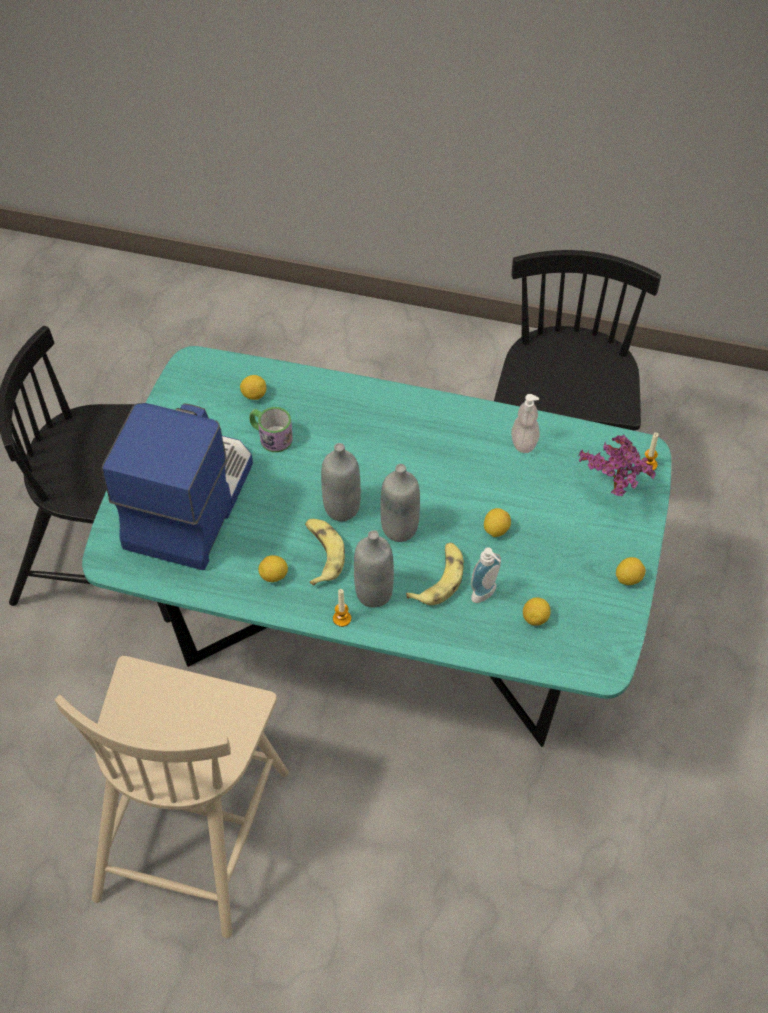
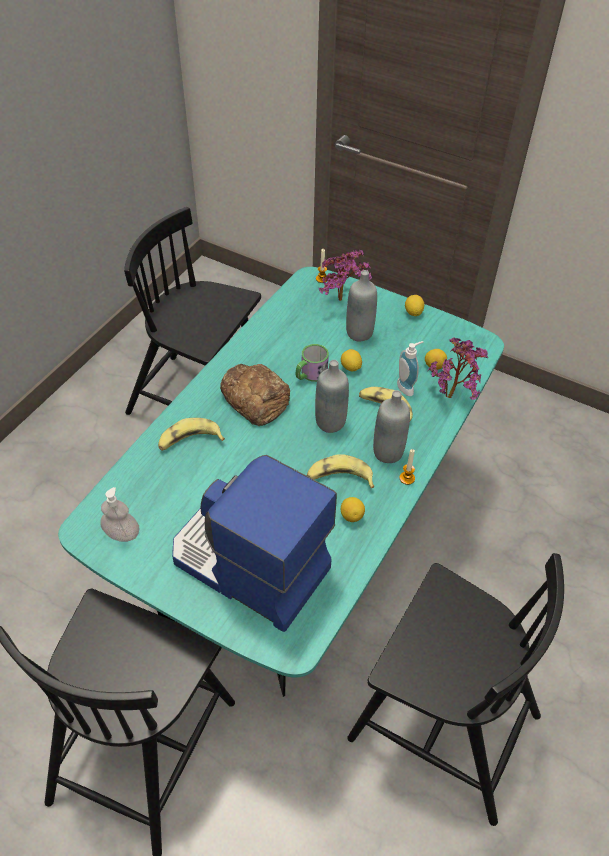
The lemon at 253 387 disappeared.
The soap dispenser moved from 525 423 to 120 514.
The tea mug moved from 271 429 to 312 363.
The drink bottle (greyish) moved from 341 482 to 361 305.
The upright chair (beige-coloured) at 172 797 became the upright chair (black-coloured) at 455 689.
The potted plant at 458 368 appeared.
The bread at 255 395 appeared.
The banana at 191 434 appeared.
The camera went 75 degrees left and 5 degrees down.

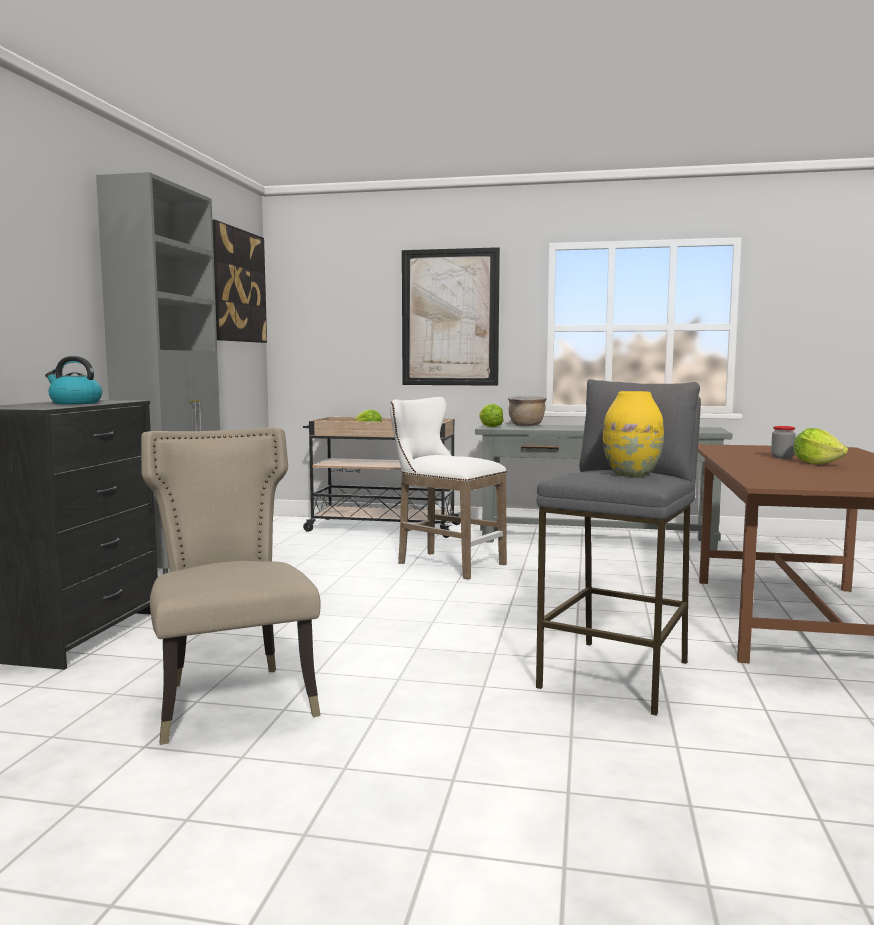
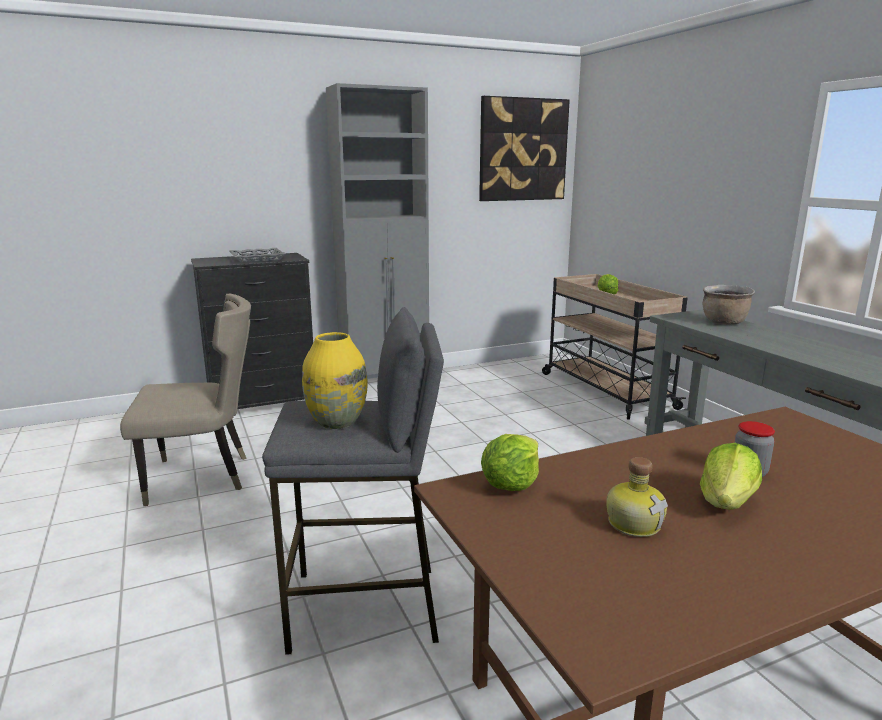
The wall picture at 451 316 disappeared.
The tea kettle at 74 380 was replaced by the tray (greyish) at 257 255.
The stool (white) at 448 488 disappeared.
The lettuce moved from 491 415 to 510 462.
The upright chair (beige-coloured) at 231 586 turned 45 degrees clockwise.
The drink bottle at 637 497 appeared.
The camera went 55 degrees right and 10 degrees up.

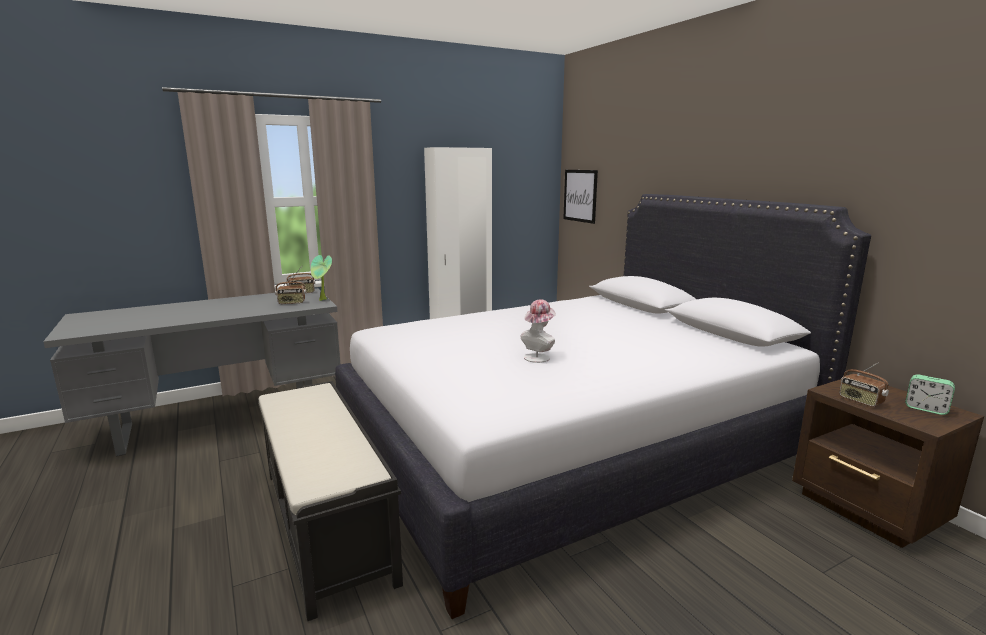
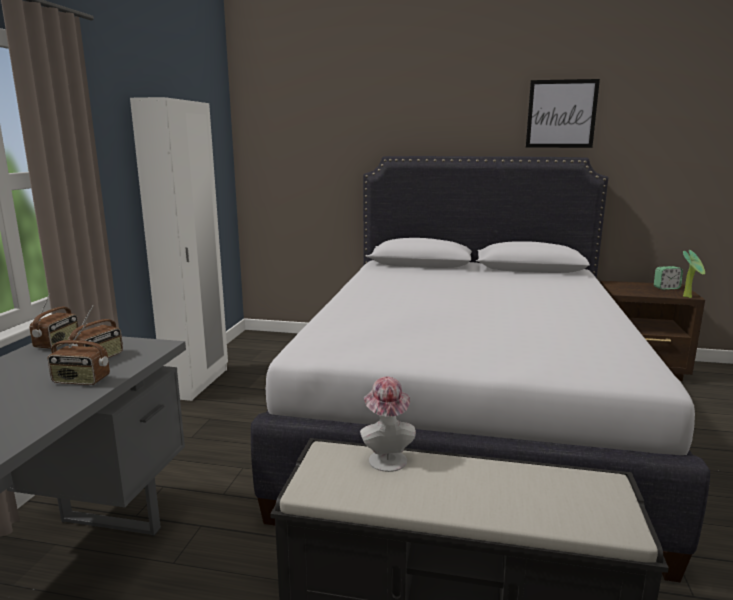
The wall picture moved from 580 197 to 563 113.
The potted plant moved from 321 278 to 694 274.
The clothing hat moved from 538 331 to 388 424.
The radio moved from 864 384 to 79 354.
The camera went 50 degrees left and 0 degrees up.

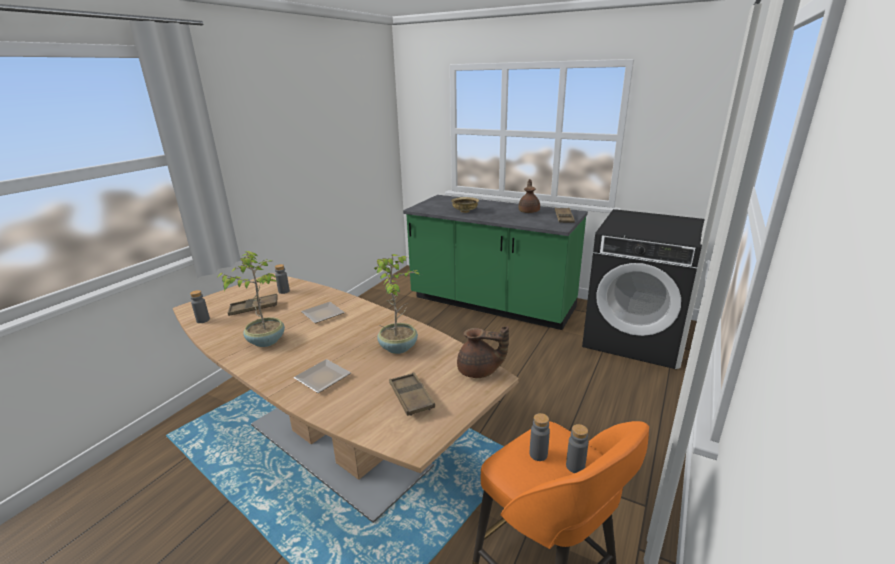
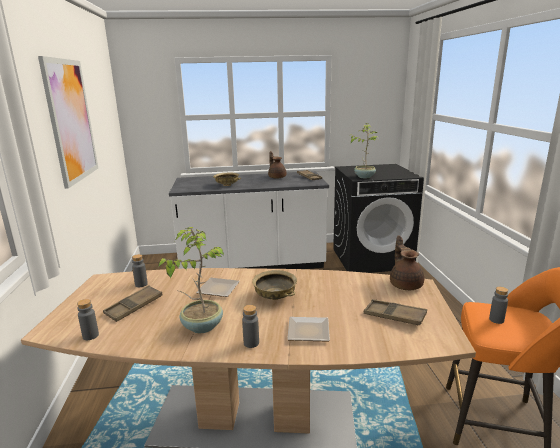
The kitchen counter (green-coloured) at 495 262 became the kitchen counter (white) at 249 220.
The potted plant moved from 396 304 to 363 150.
The teapot (brown-coloured) at 483 352 turned 75 degrees counterclockwise.
The drink bottle (greyish) moved from 577 448 to 250 326.
The wall picture at 68 122 appeared.
The serving bowl (beige-coloured) at 274 285 appeared.
The camera went 35 degrees left and 5 degrees down.

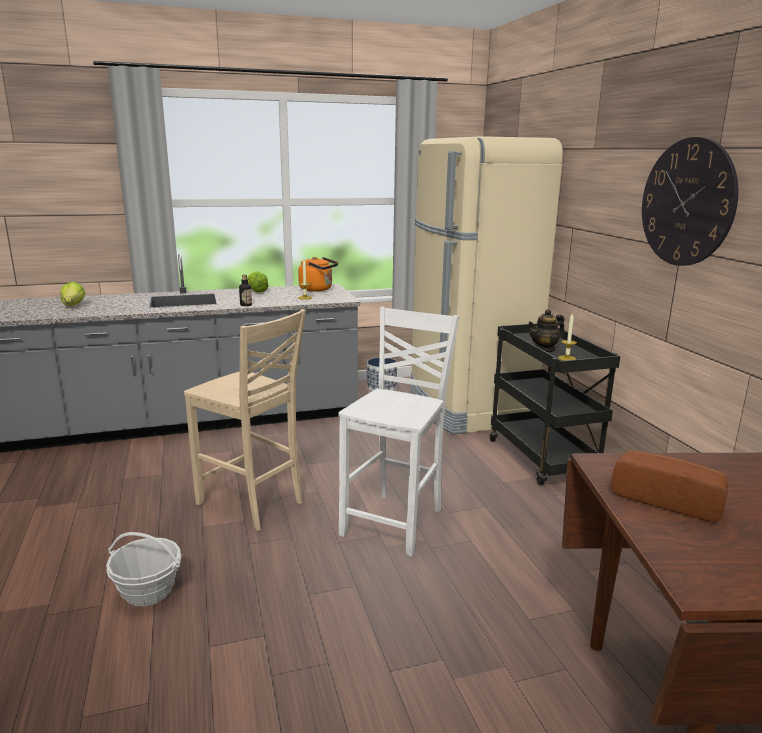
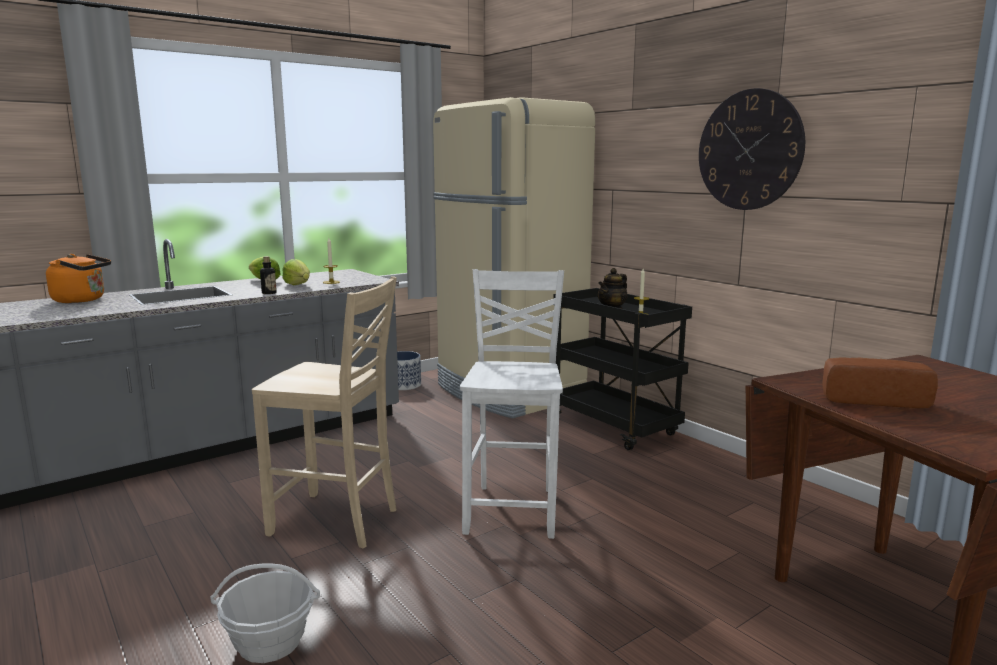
The tea kettle (orange) moved from 318 274 to 78 278.
The lettuce moved from 73 294 to 296 272.
The camera went 20 degrees left and 5 degrees down.

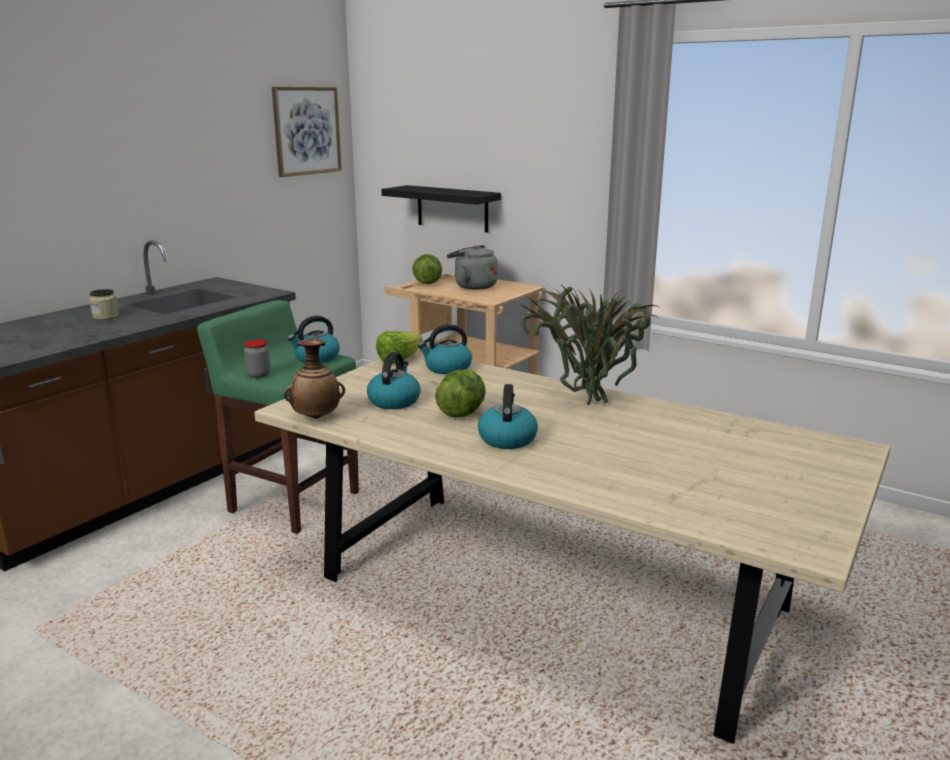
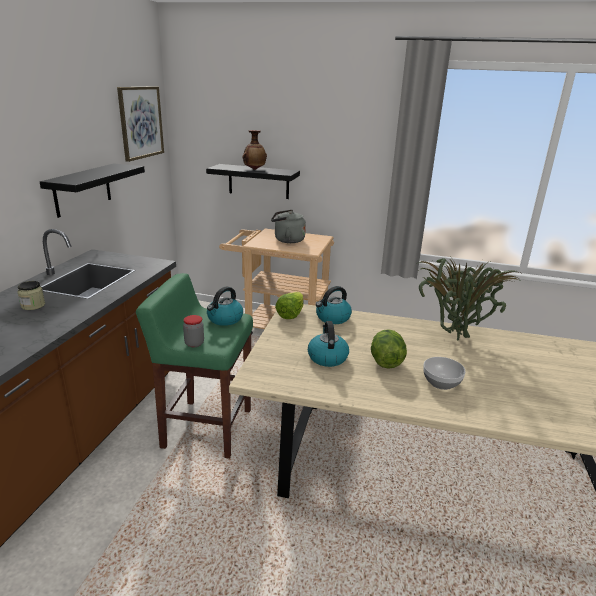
The lettuce at 427 269 disappeared.
The vase moved from 314 378 to 254 150.
The tea kettle at 508 416 was replaced by the serving bowl at 444 373.
The wall shelf (black-coloured) at 92 191 appeared.
The camera went 20 degrees left and 5 degrees up.

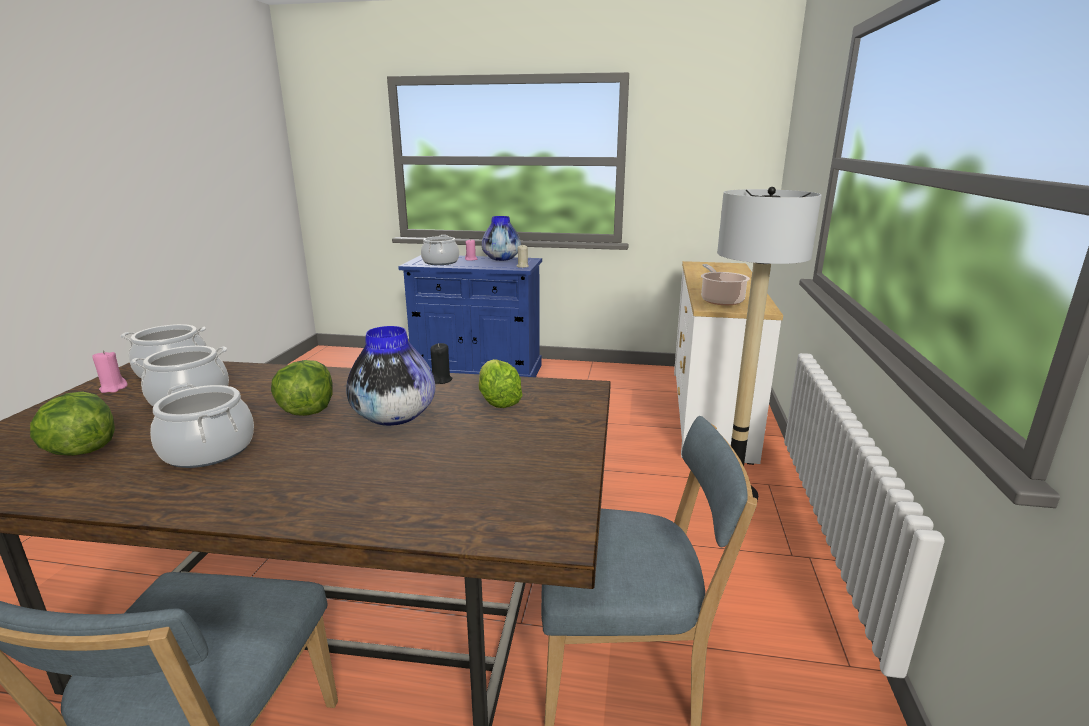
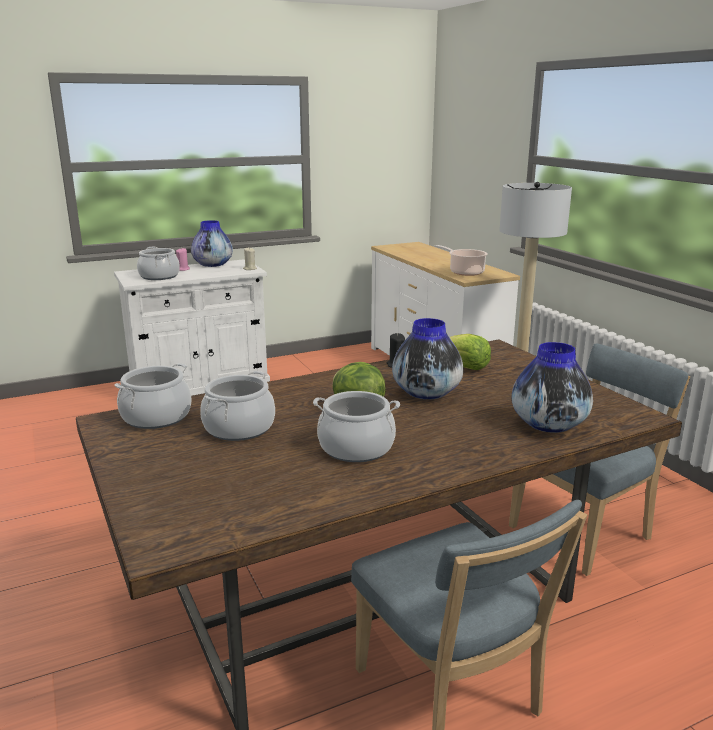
The storage cabinet (bluish) at 470 316 became the storage cabinet (white) at 192 327.
The candle (pink) at 110 371 disappeared.
The lettuce at 72 423 disappeared.
The vase at 552 387 appeared.
The camera went 35 degrees left and 0 degrees up.

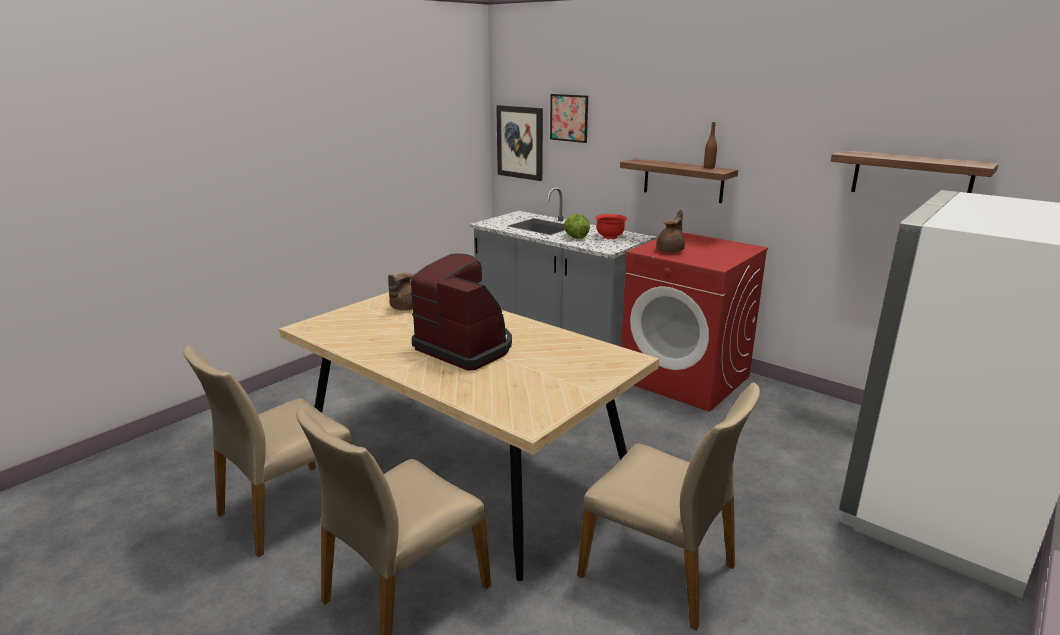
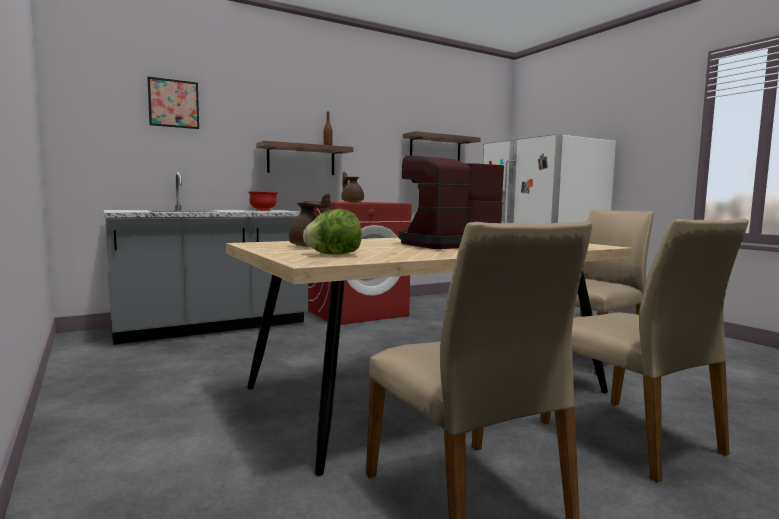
The wall picture at 519 143 disappeared.
The lettuce moved from 577 226 to 332 232.
The camera went 70 degrees left and 15 degrees down.

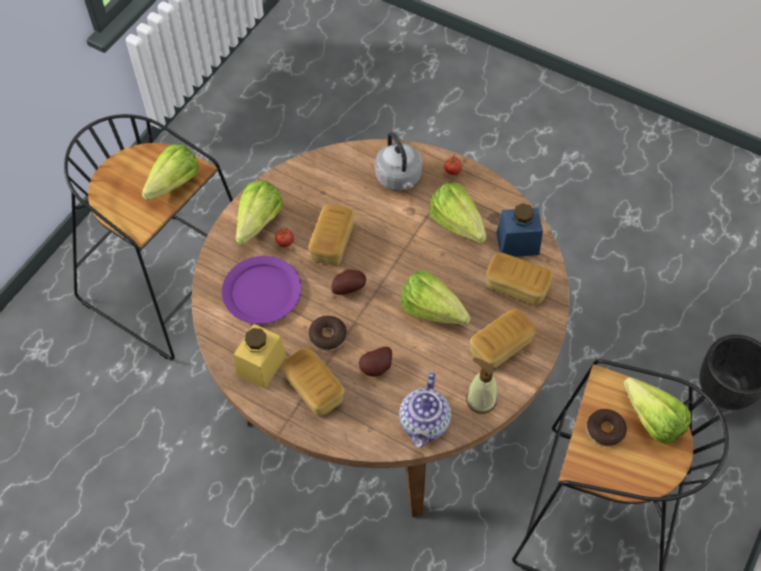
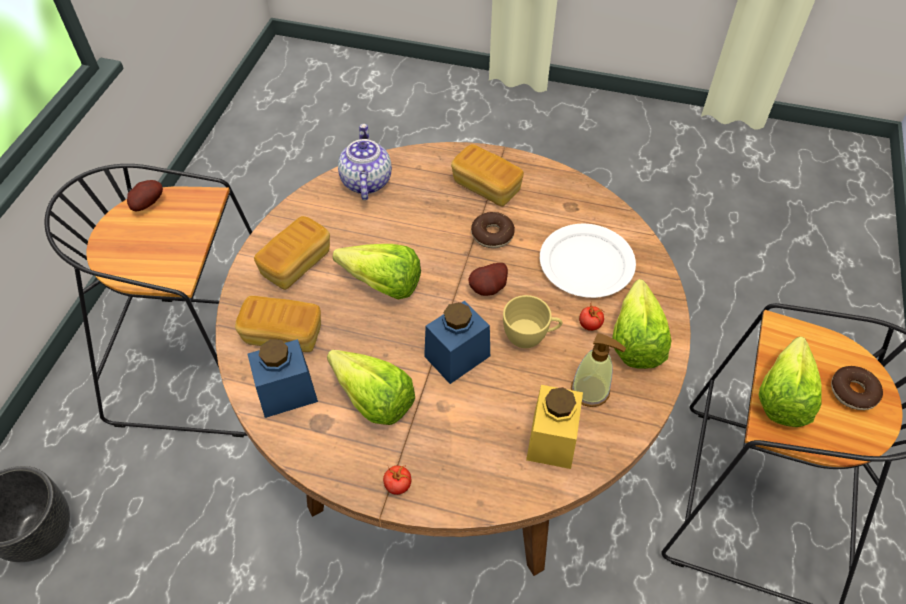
The tea kettle (greyish) at 398 161 disappeared.
The bread at 332 235 was replaced by the drinking cup (yellow-coloured) at 533 321.
The plate (purplish) at 262 290 became the plate (white) at 588 261.
The preserve jar (yellow-coloured) moved from 260 356 to 554 427.
The spud moved from 375 361 to 145 195.
The soap dispenser moved from 481 385 to 598 370.
The lettuce at 657 410 disappeared.
The donut moved from 606 428 to 857 388.
The preserve jar (bluish) at 457 342 appeared.
The camera went 165 degrees right and 5 degrees down.

